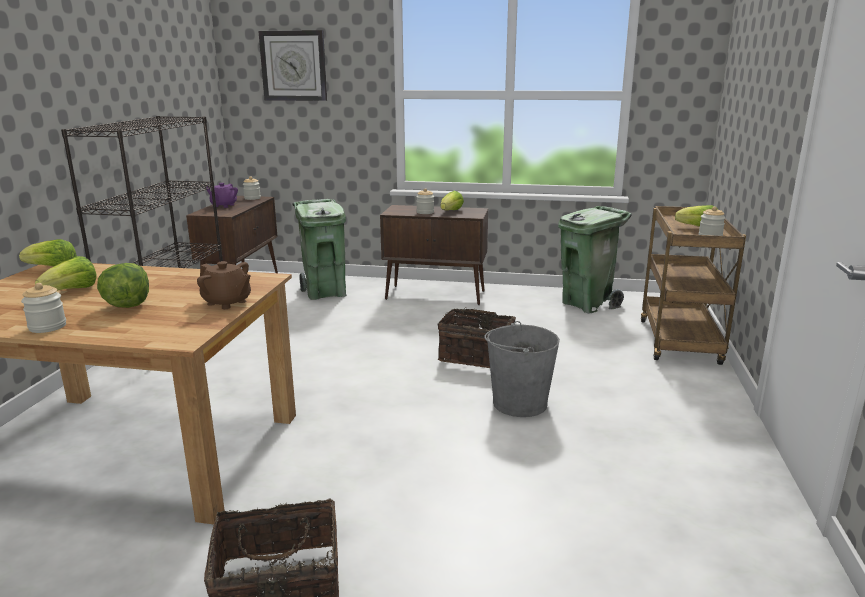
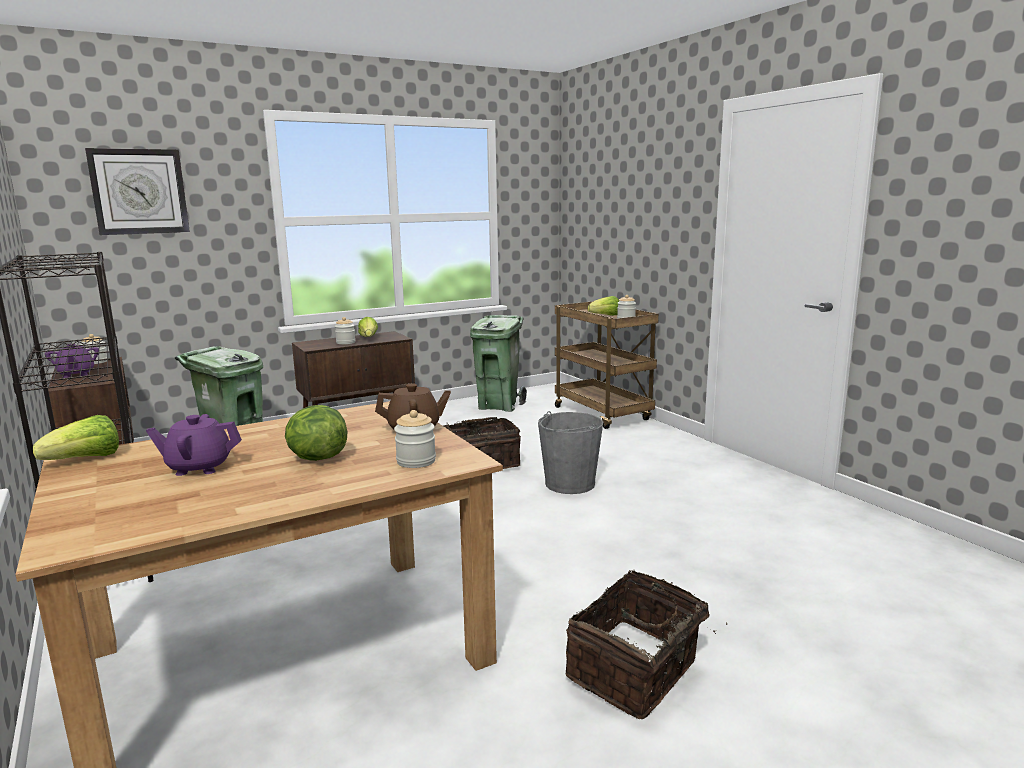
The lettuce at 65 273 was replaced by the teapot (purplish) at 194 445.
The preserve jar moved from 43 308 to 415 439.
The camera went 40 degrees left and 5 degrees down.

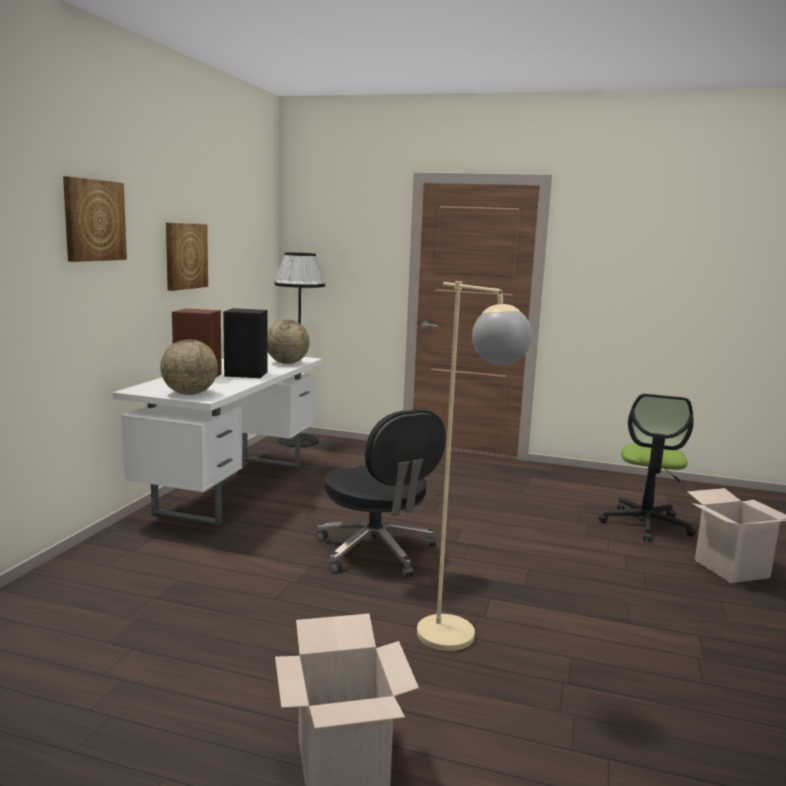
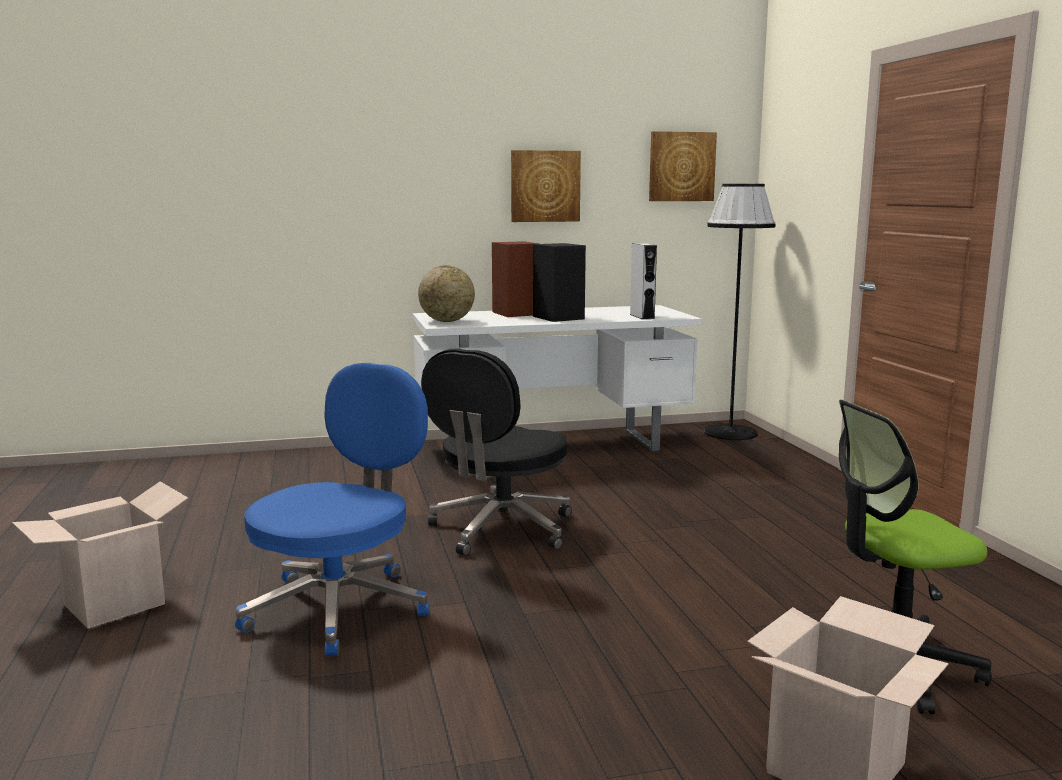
The wall picture moved from 95 219 to 683 166.
The standard lamp (beige-coloured) at 474 466 was replaced by the computer chair (bluish) at 332 509.
The desk globe at 289 342 was replaced by the speaker (greyish) at 643 281.
The camera went 60 degrees right and 0 degrees up.

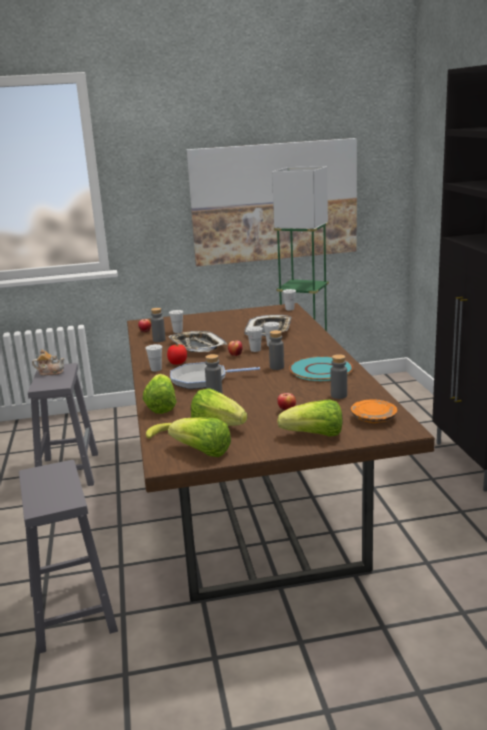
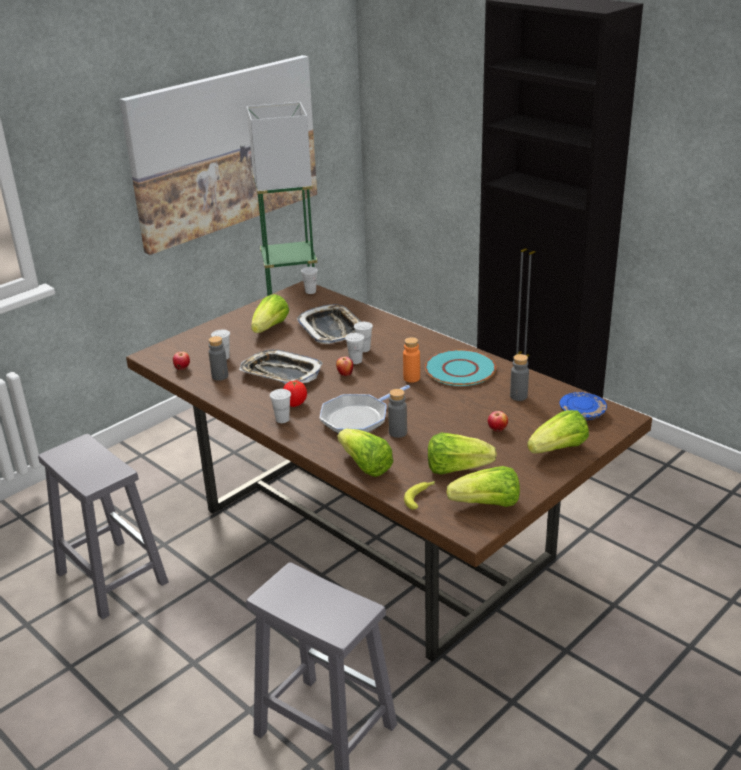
The drink bottle (greyish) at 276 350 became the drink bottle (orange) at 411 360.
The teapot at 48 362 disappeared.
The plate (orange) at 374 411 became the plate (bluish) at 583 406.
The lettuce at 270 313 appeared.
The camera went 35 degrees left and 10 degrees up.

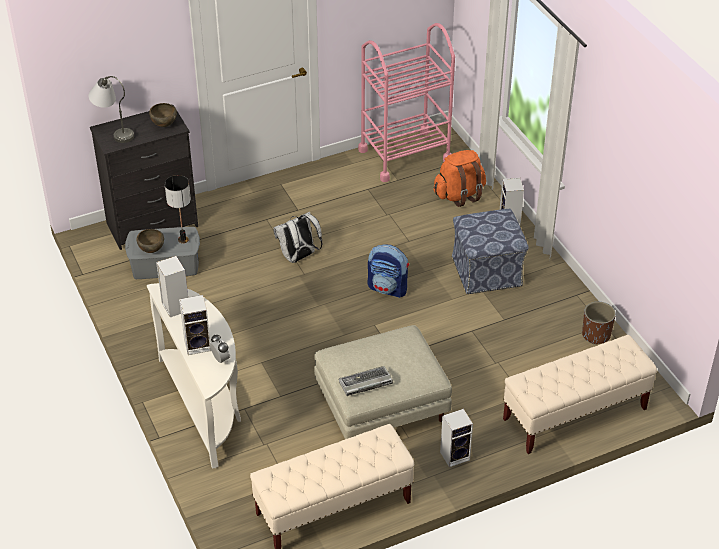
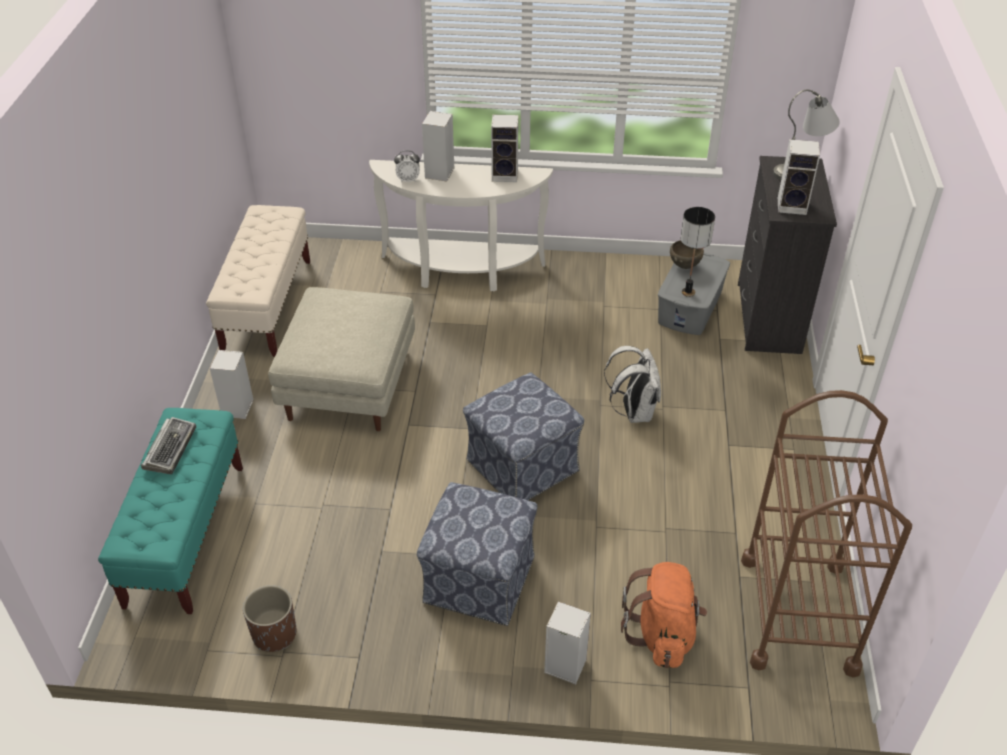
The cart (pink) at 406 102 became the cart (brown-coloured) at 826 533.
The serving bowl (brown-coloured) at 163 115 was replaced by the speaker at 799 177.
The knapsack at 388 271 was replaced by the footrest at 523 436.
The long seat (beige-coloured) at 580 394 became the long seat (blue-green) at 170 511.
The computer keyboard moved from 366 381 to 168 445.
The camera went 120 degrees right and 0 degrees up.

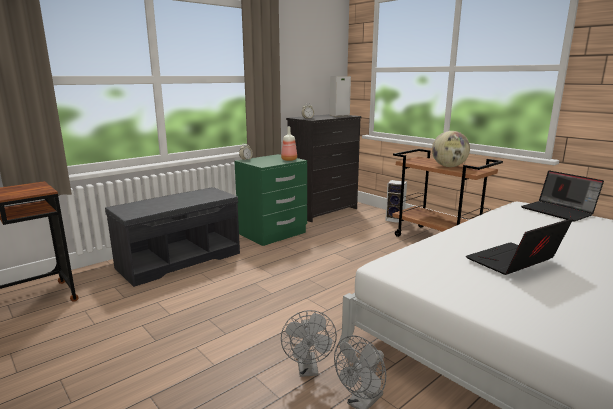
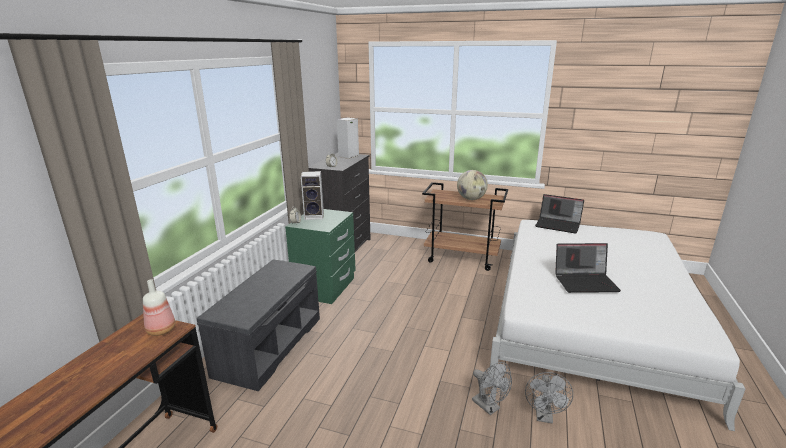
The drink bottle moved from 289 144 to 159 307.
The speaker moved from 396 201 to 312 195.
The portable computer at 519 246 turned 120 degrees counterclockwise.
The camera went 30 degrees left and 5 degrees up.

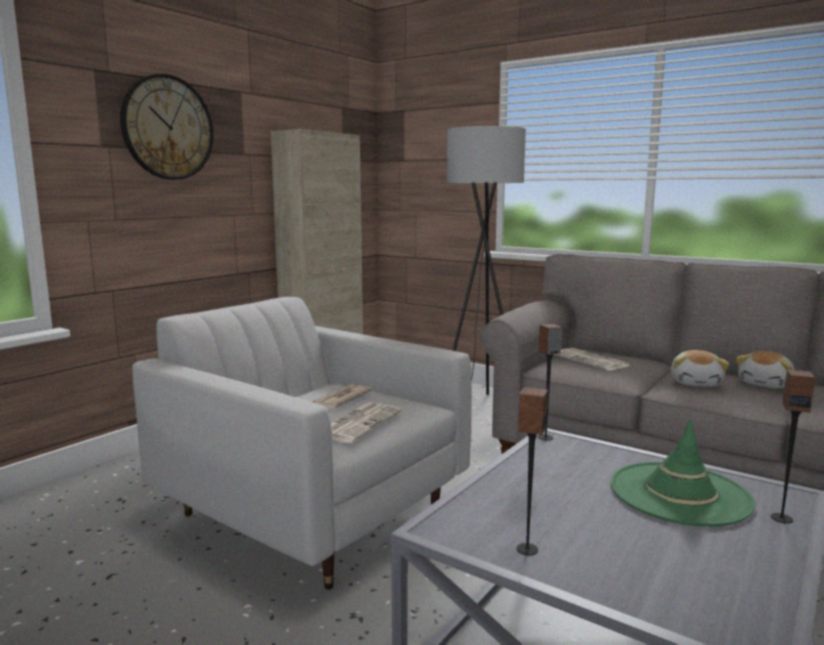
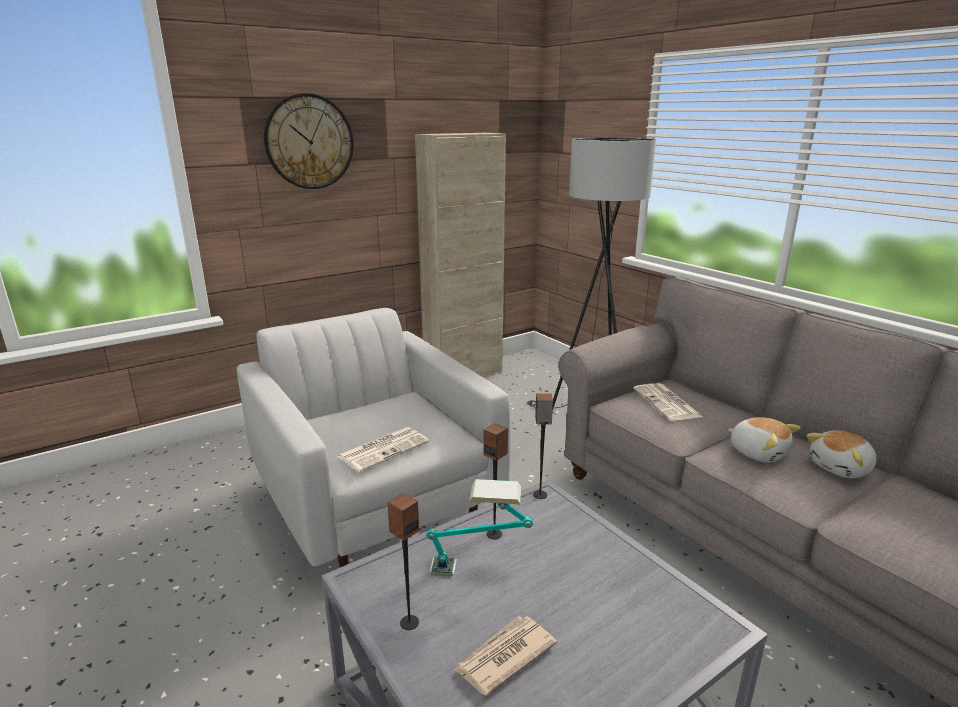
The soft toy at 700 368 turned 75 degrees counterclockwise.
The speaker moved from 793 446 to 495 481.
The printed paper moved from 342 397 to 505 655.
The clothing hat (green-coloured) at 683 472 disappeared.
The lamp for a table at 479 528 appeared.
The camera went 20 degrees right and 10 degrees up.

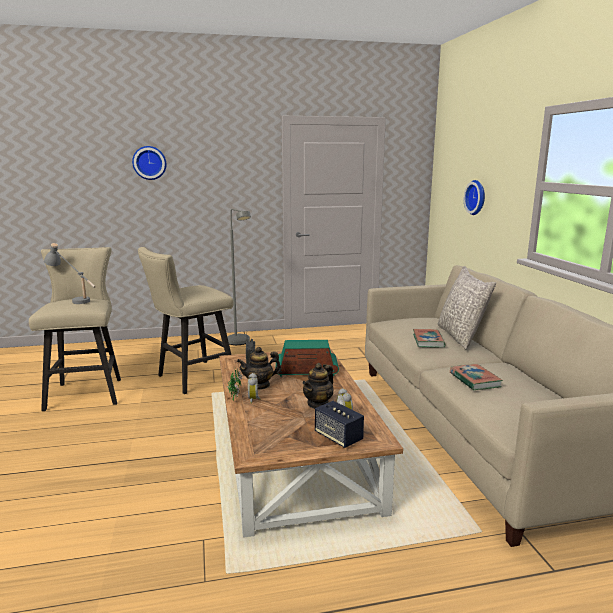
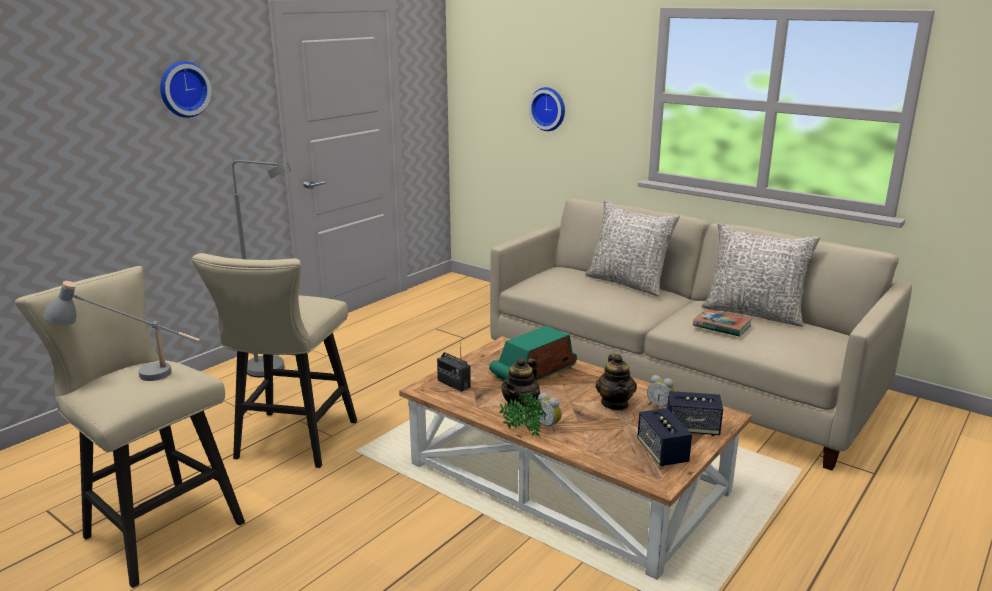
The clock on the wall moved from 149 163 to 185 89.
The volume at 429 338 disappeared.
The throw pillow (greyish) at 760 275 appeared.
The speaker at 664 437 appeared.
The camera went 40 degrees left and 5 degrees up.

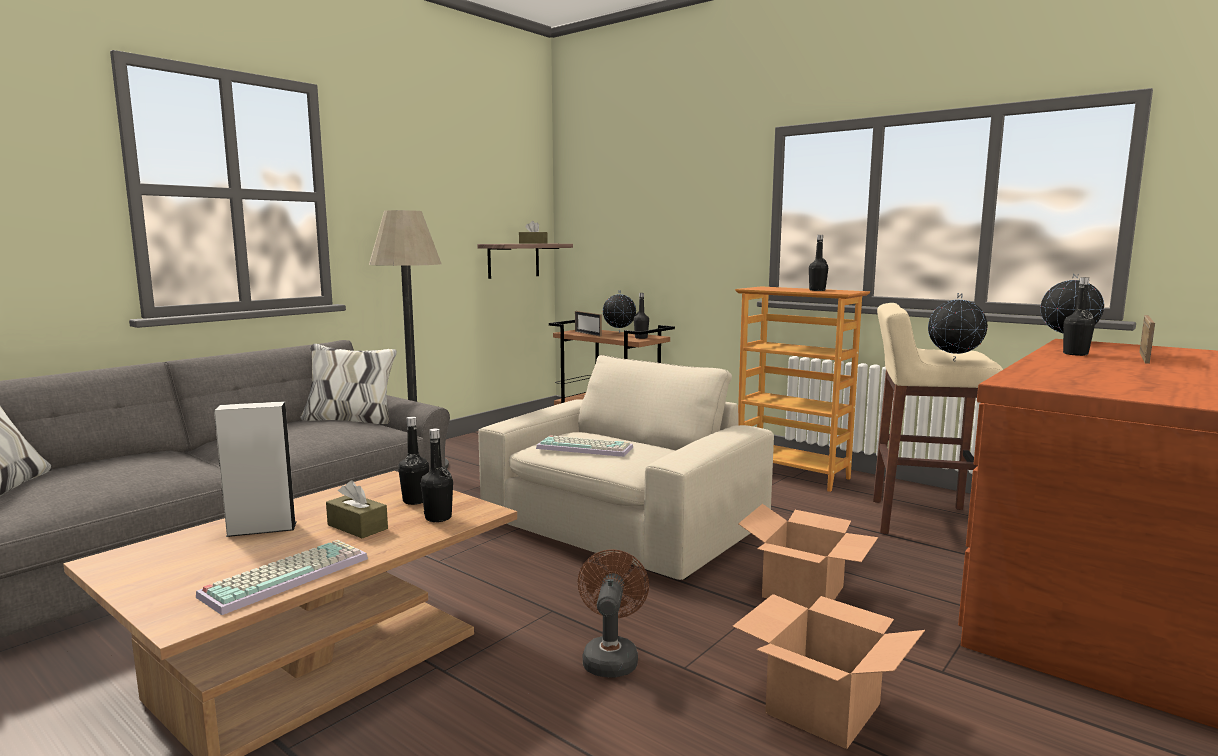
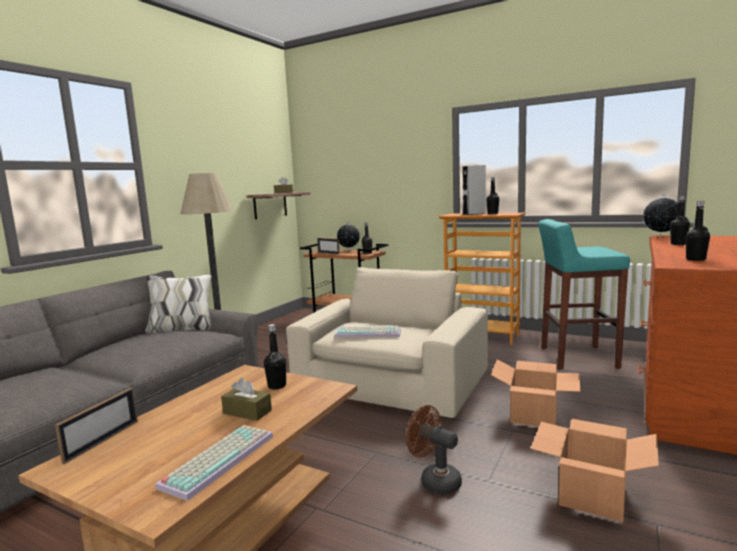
The desk globe at 958 327 disappeared.
The stool (beige-coloured) at 938 418 became the stool (blue-green) at 584 294.
The picture frame moved from 1147 339 to 96 426.
The speaker (greyish) moved from 255 469 to 474 190.
The drink bottle (black-coloured) moved from 437 475 to 698 231.
The fan (brown-coloured) at 613 613 turned 45 degrees counterclockwise.
The camera went 10 degrees left and 0 degrees up.

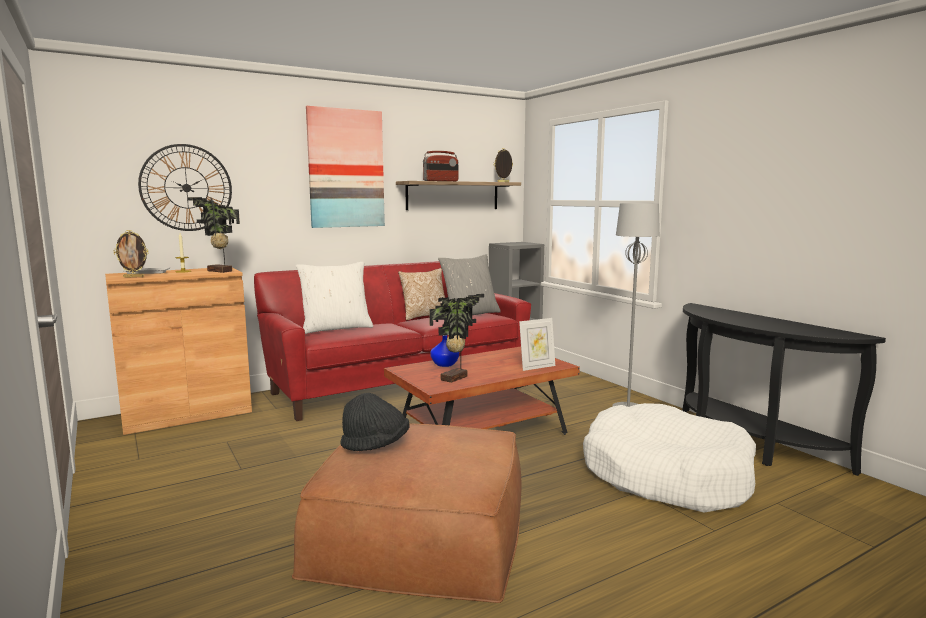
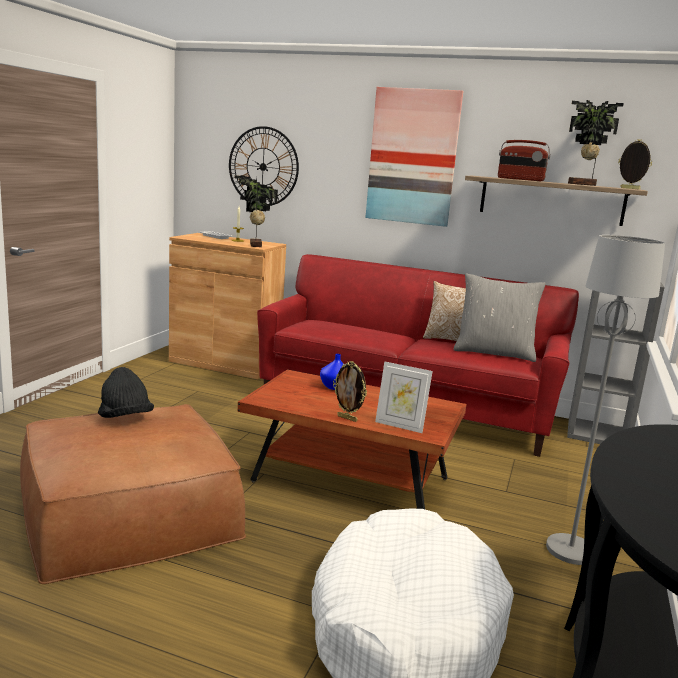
The picture frame moved from 131 254 to 350 391.
The throw pillow (white) at 334 298 disappeared.
The potted plant moved from 456 338 to 596 143.
The camera went 50 degrees right and 5 degrees up.

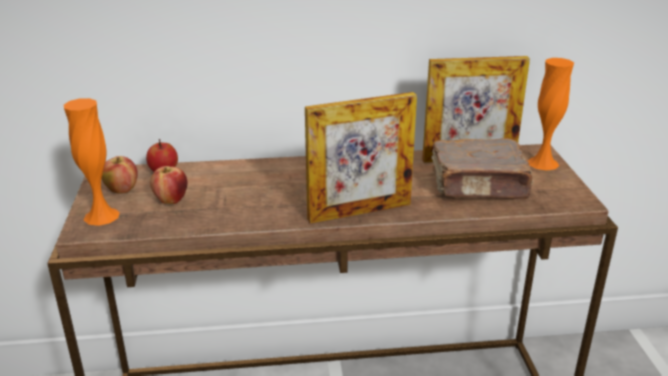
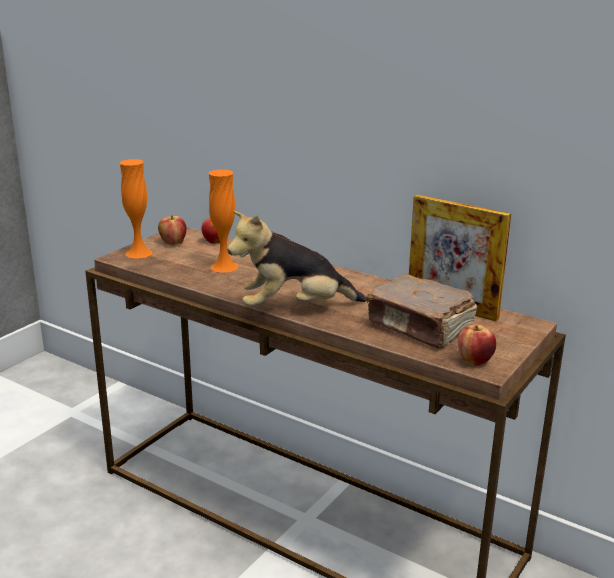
The vase (orange) moved from 551 114 to 223 221.
The picture frame at 361 158 was replaced by the soft toy at 296 258.
The apple moved from 169 185 to 477 345.
The camera went 40 degrees right and 5 degrees down.

